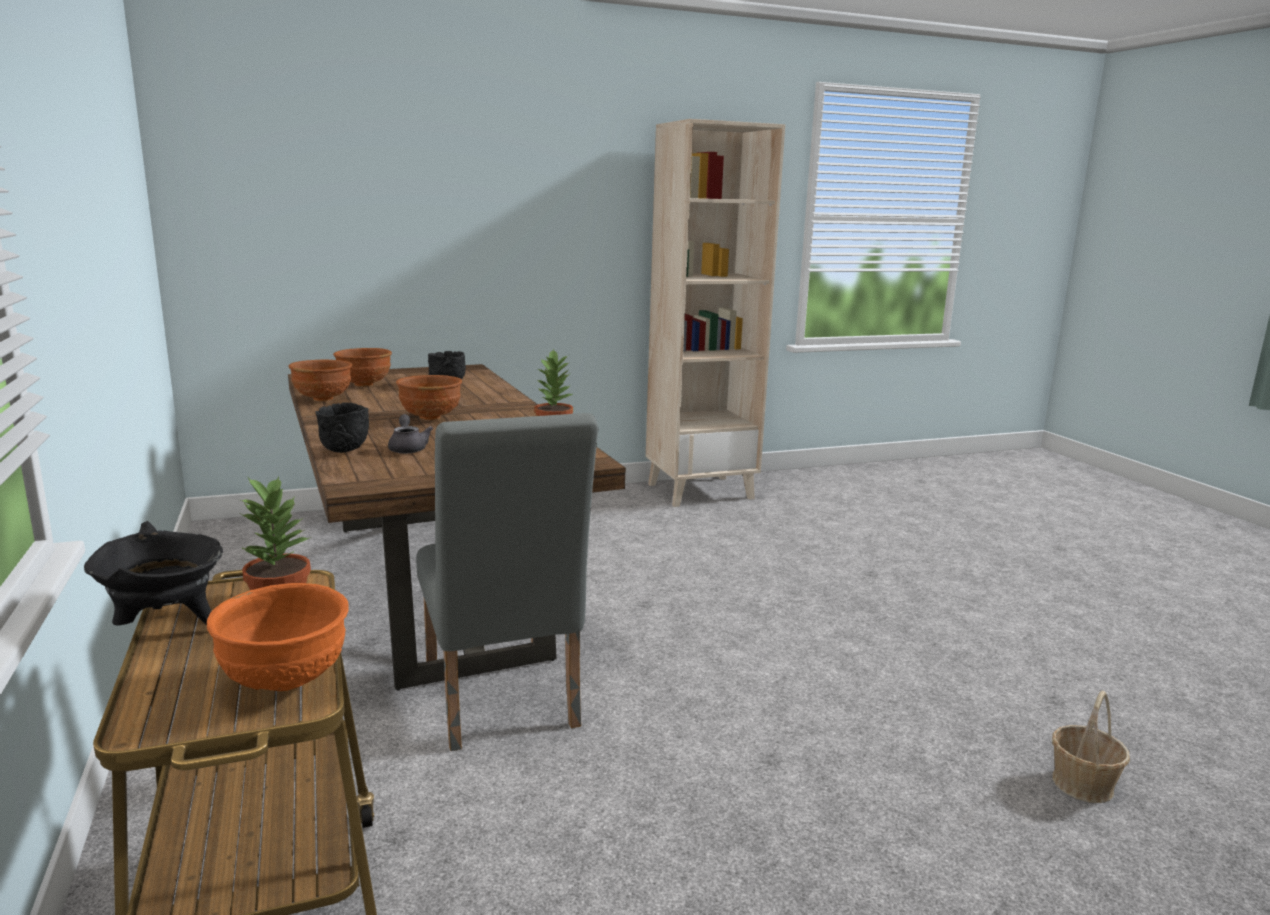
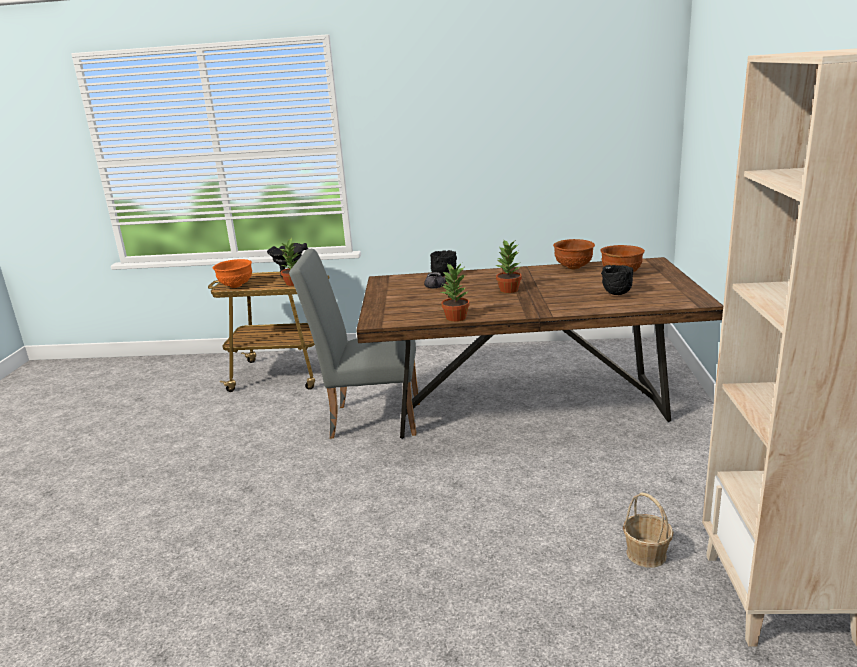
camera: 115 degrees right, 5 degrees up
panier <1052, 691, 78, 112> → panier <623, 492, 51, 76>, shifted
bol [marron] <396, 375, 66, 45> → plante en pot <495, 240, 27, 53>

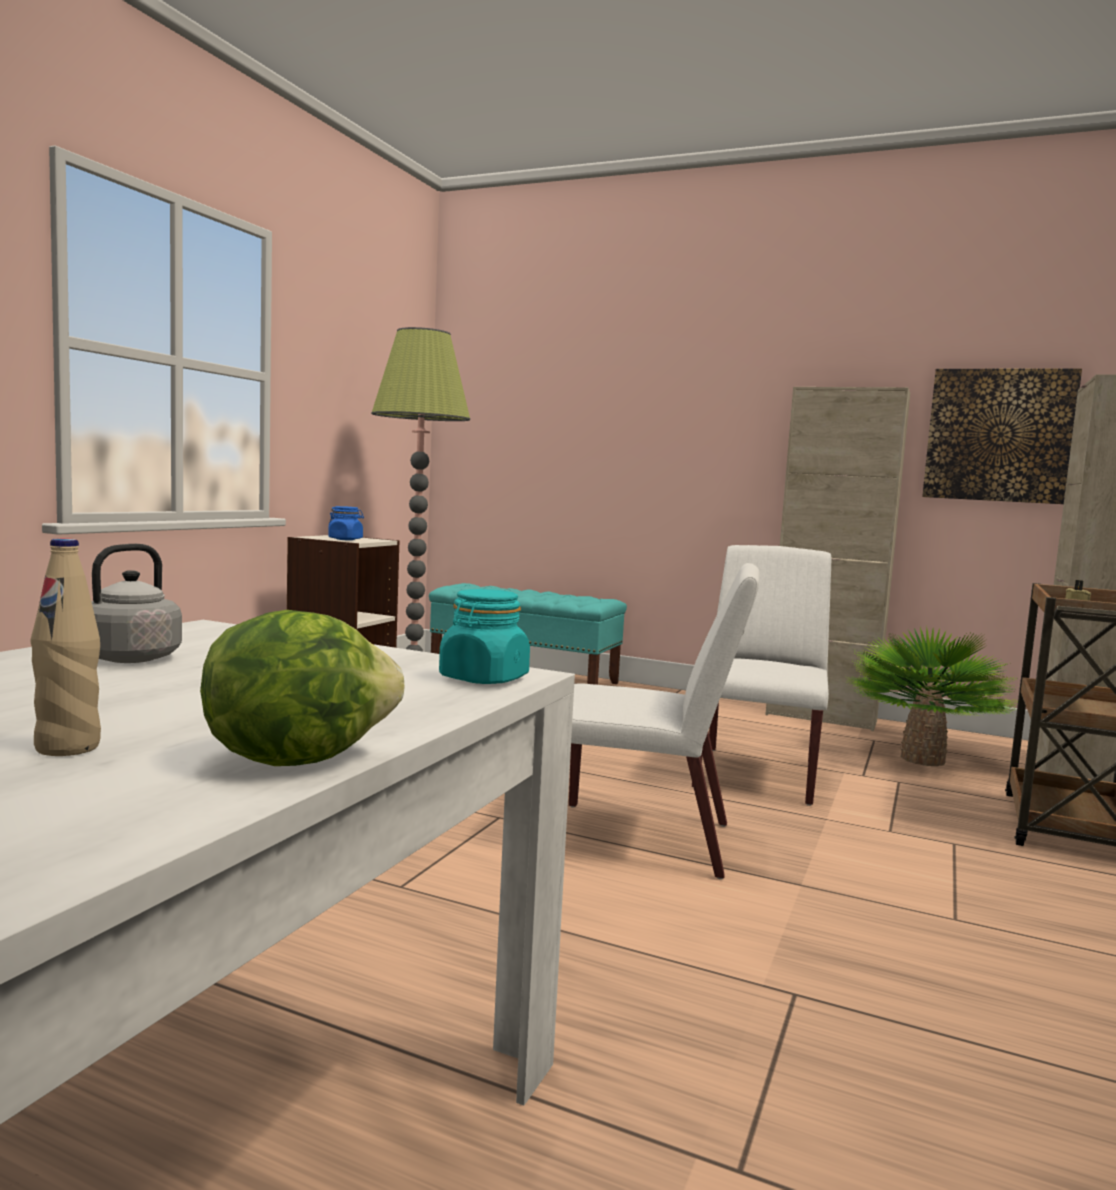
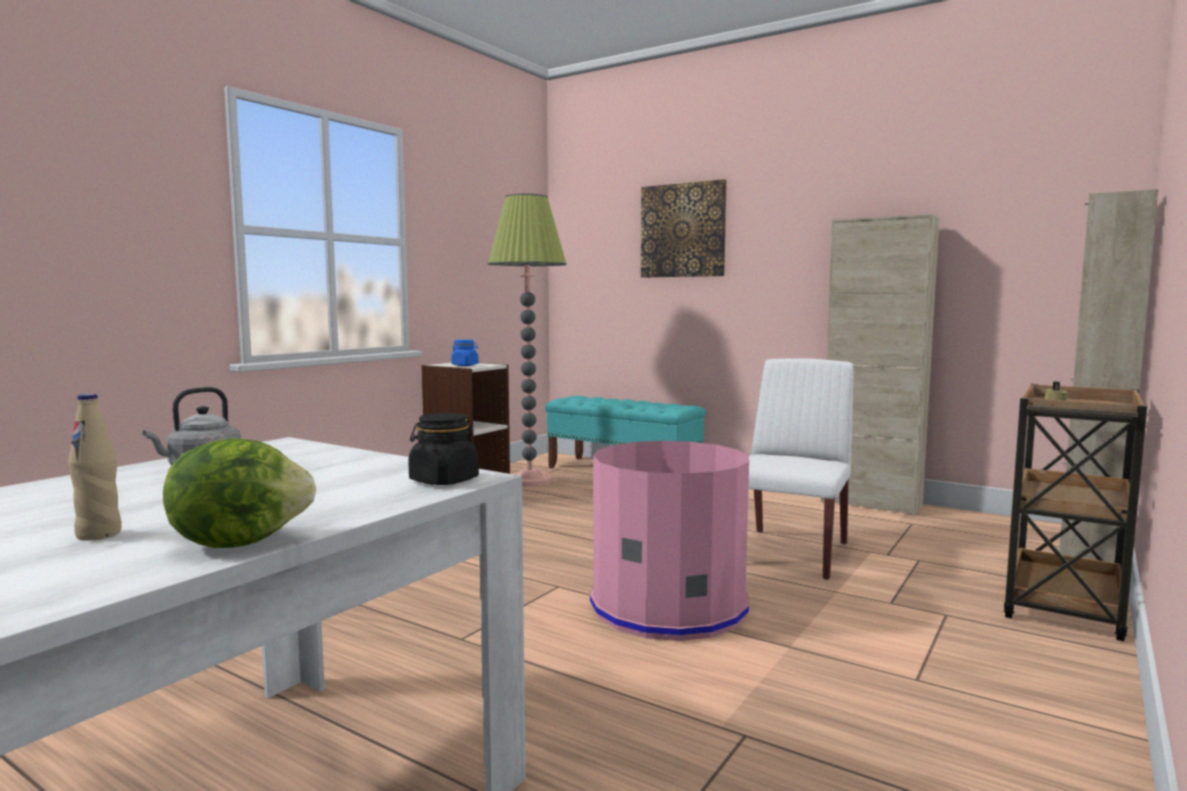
camera: 10 degrees right, 0 degrees up
plante en pot <847, 627, 170, 139> → -
tableau <922, 368, 160, 136> → tableau <641, 179, 86, 99>, shifted
chaise [blanc] <569, 563, 191, 316> → poubelle [rose] <590, 441, 159, 200>
bocal [turquoise] <439, 589, 91, 95> → bocal [noir] <408, 413, 71, 72>

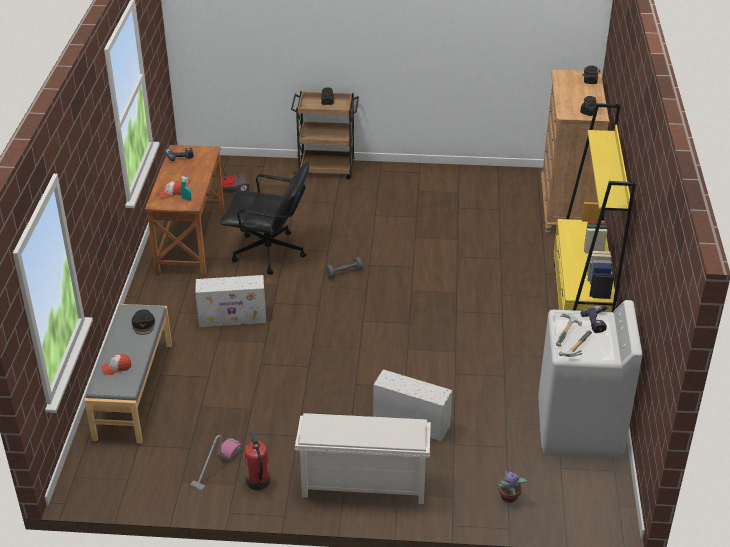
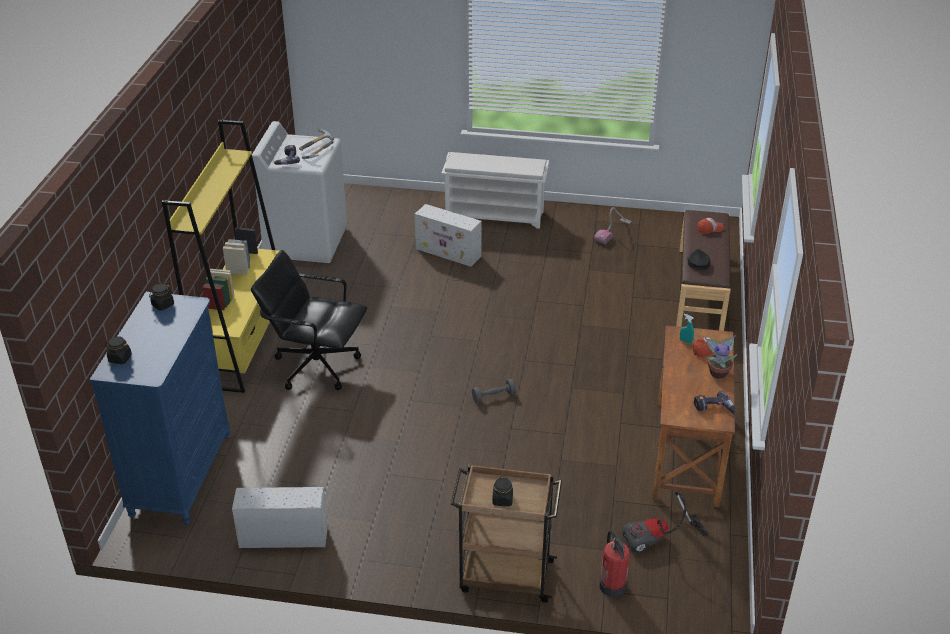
camera: 175 degrees left, 0 degrees up
boîte de rangement [blanc] <195, 275, 71, 52> → boîte de rangement [blanc] <232, 487, 96, 61>, shifted
chaise de bureau [noir] <220, 163, 89, 112> → chaise de bureau [noir] <251, 250, 116, 140>, shifted
extincteur <245, 425, 25, 65> → extincteur <599, 531, 31, 66>, shifted
plante en pot <496, 470, 34, 33> → plante en pot <705, 335, 32, 44>, shifted
banc [gris] <84, 304, 88, 139> → banc [marron] <676, 210, 54, 121>
commode [marron] <541, 70, 68, 164> → commode [bleu] <89, 292, 142, 233>

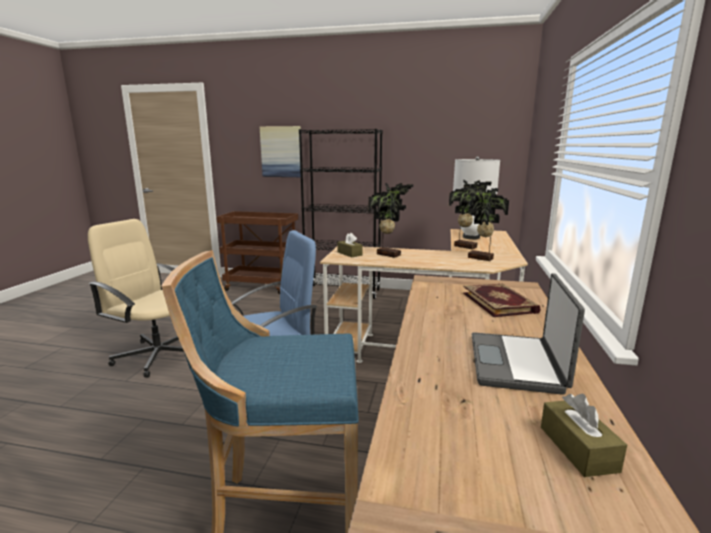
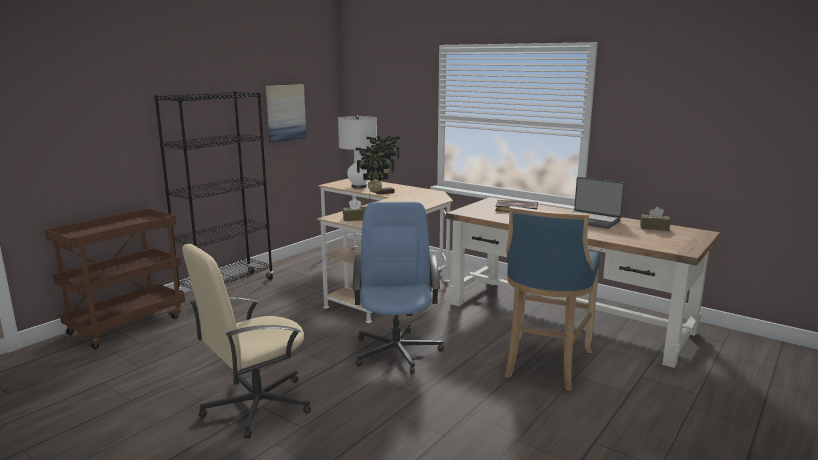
camera: 65 degrees left, 0 degrees up
plante en pot <463, 185, 46, 76> → -
tableau <259, 126, 42, 51> → tableau <266, 84, 40, 59>, shifted

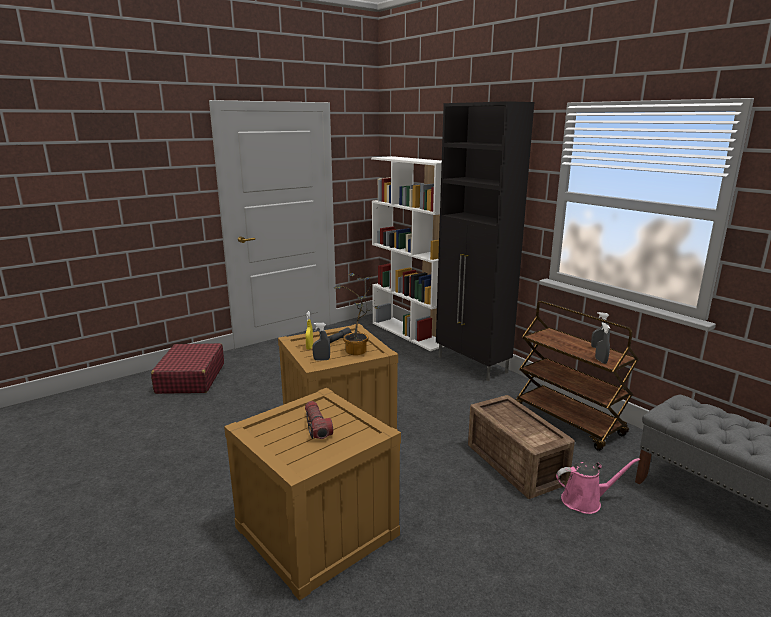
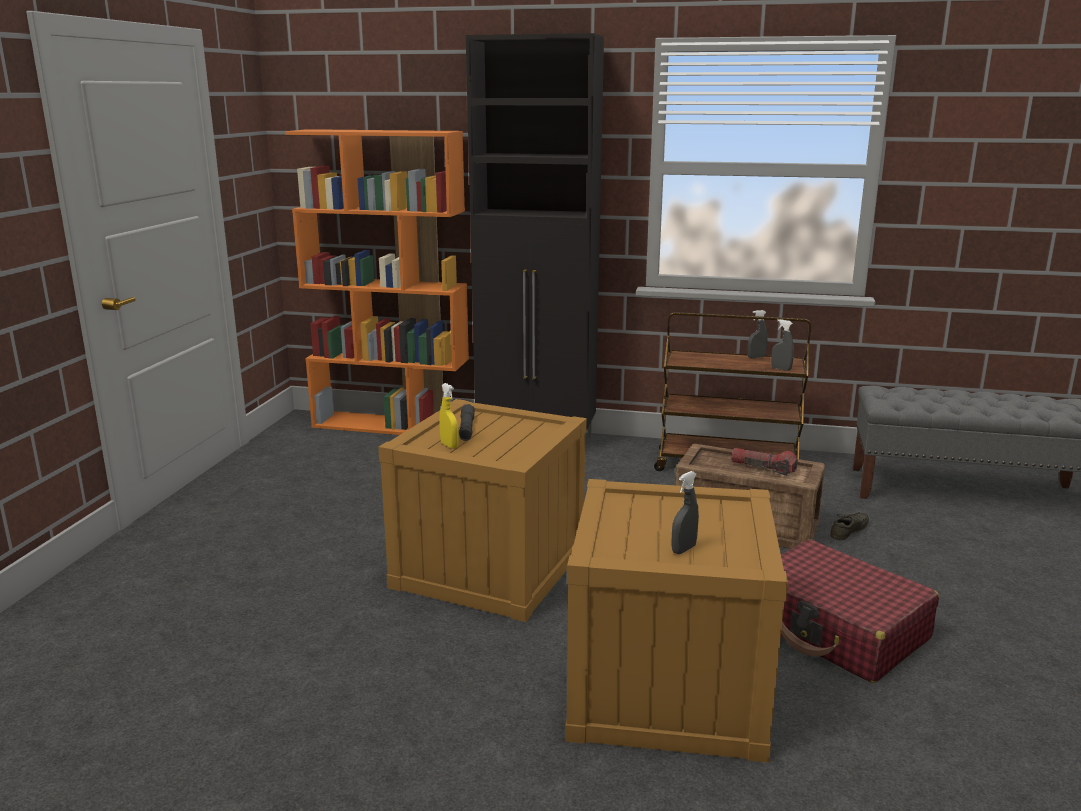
camera: 40 degrees left, 0 degrees up
plante en pot <334, 273, 46, 82> → -
valise [rouge] <151, 343, 73, 51> → valise [rouge] <781, 539, 158, 144>, shifted
lampe de poche <305, 401, 28, 38> → lampe de poche <731, 448, 67, 28>, shifted
vaporisateur [gris] <312, 323, 18, 38> → vaporisateur [gris] <672, 471, 27, 83>, shifted
arrosoir [rose] <556, 458, 84, 56> → chaussure [gris] <830, 512, 39, 28>
bibliothèque [blanc] <371, 156, 74, 195> → bibliothèque [orange] <285, 129, 184, 306>

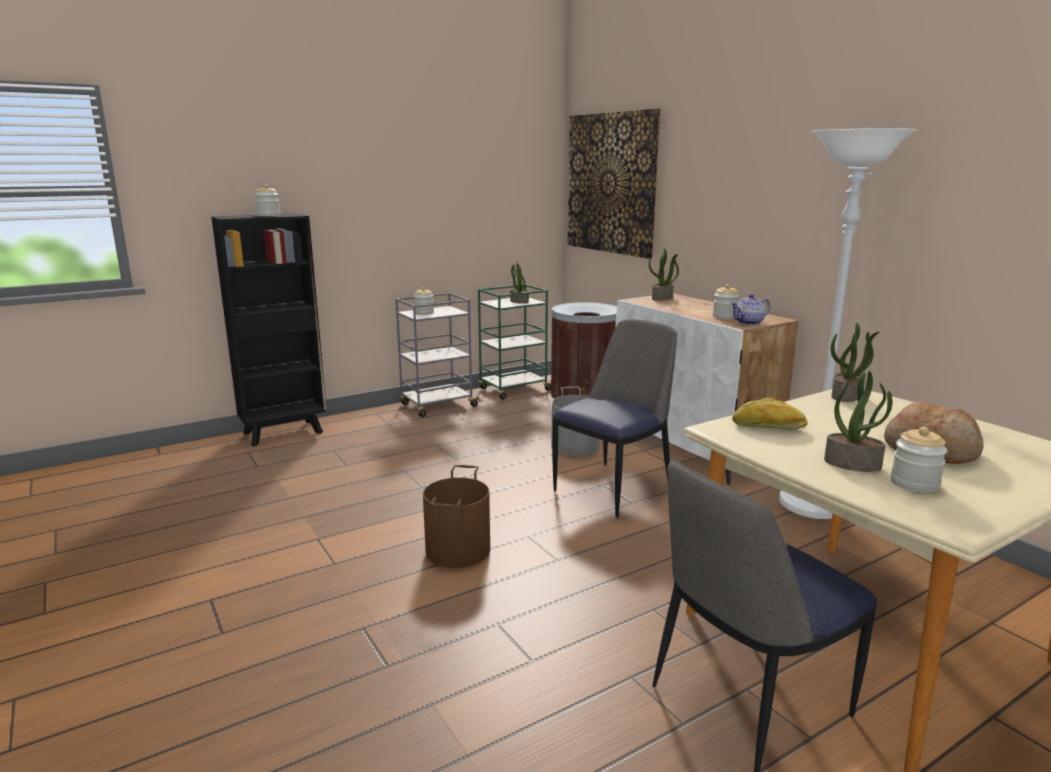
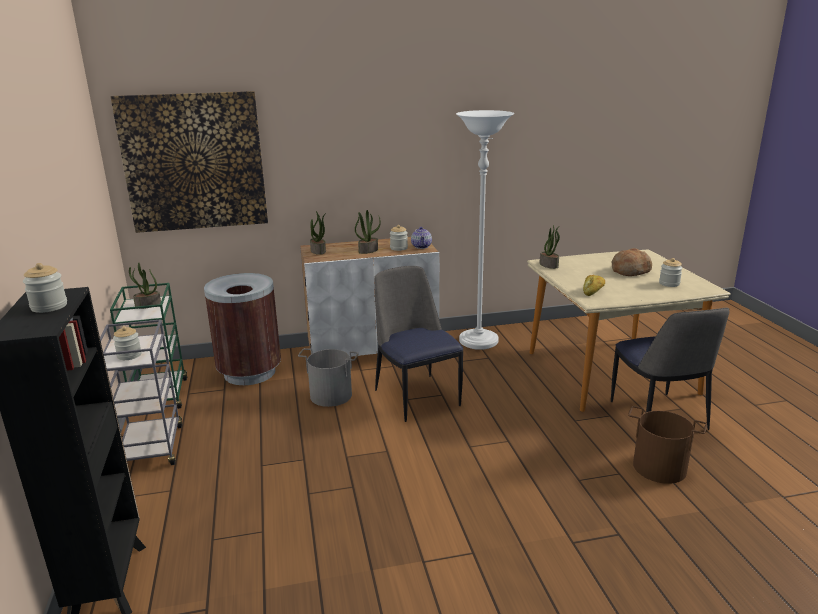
camera: 70 degrees left, 5 degrees up
seau [marron] <423, 465, 67, 103> → seau [marron] <628, 406, 79, 78>, shifted
plante en pot <824, 371, 68, 101> → plante en pot <355, 210, 26, 44>, shifted

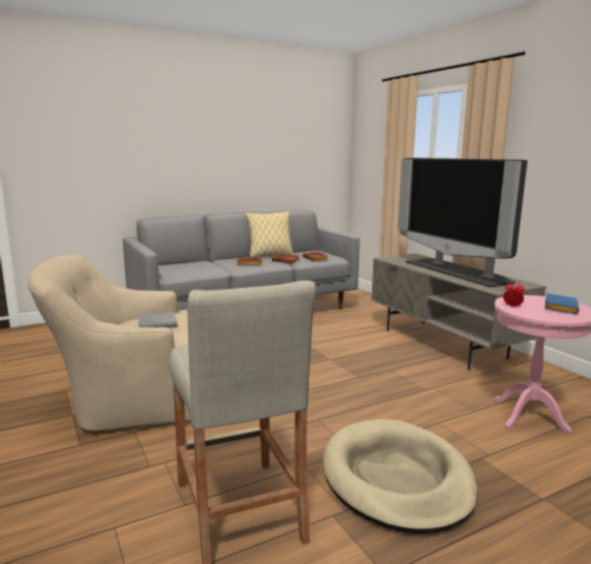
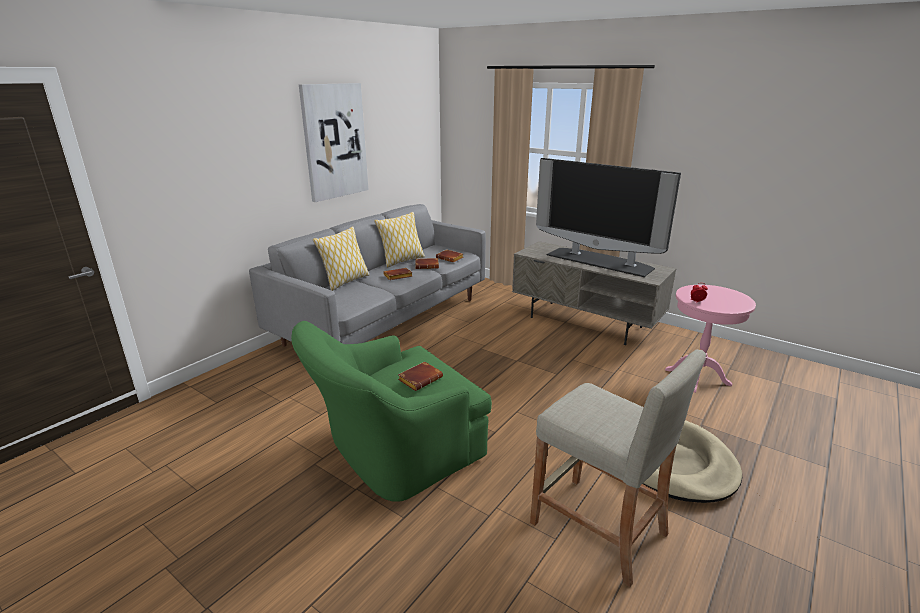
camera: 25 degrees left, 10 degrees up
livre [bleu] <545, 293, 34, 21> → -
- → tableau <299, 83, 69, 119>
- → coussin <312, 226, 58, 65>
fauteuil [beige] <27, 254, 164, 177> → fauteuil [vert] <291, 321, 201, 181>
livre [gris] <138, 312, 39, 16> → livre [marron] <398, 362, 45, 29>

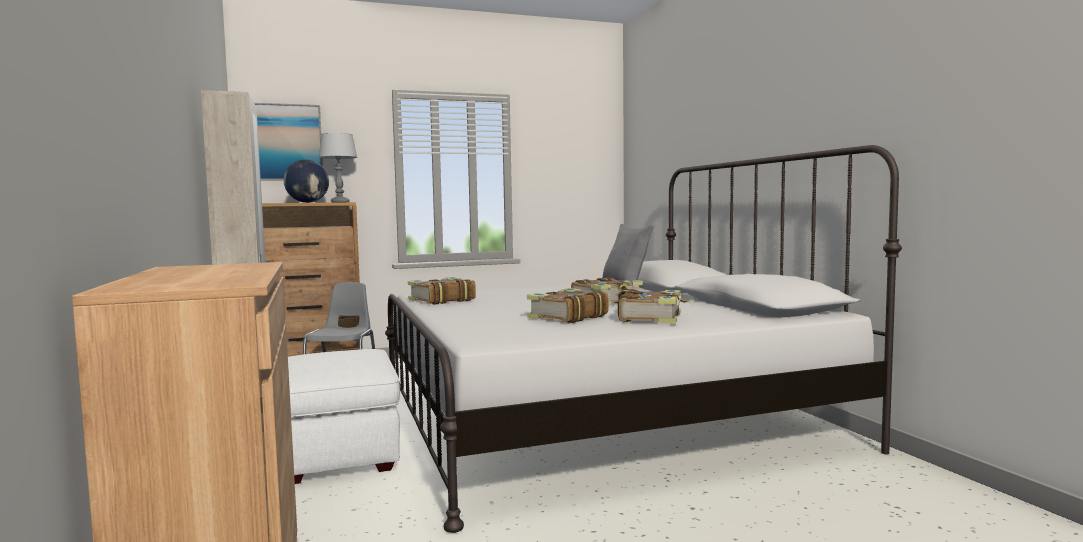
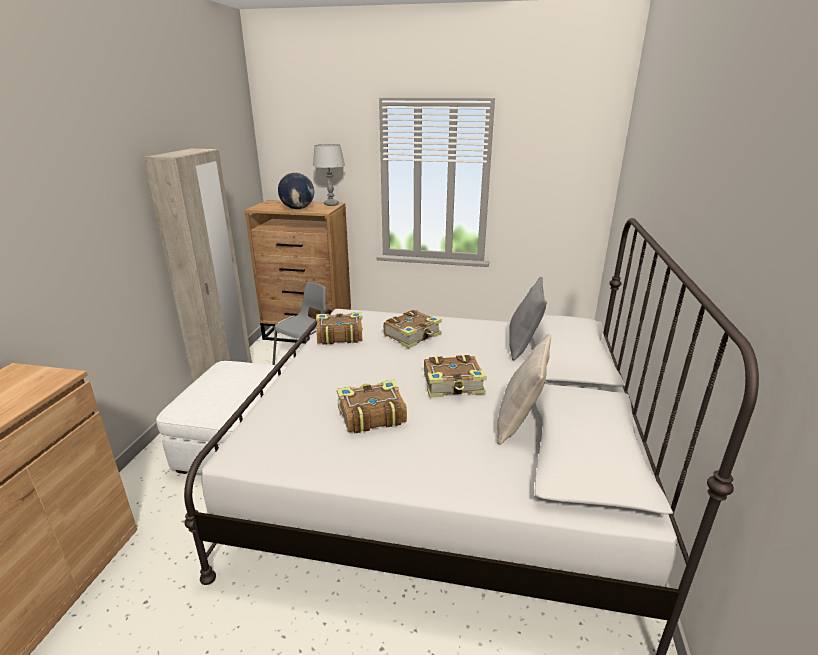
camera: 30 degrees right, 20 degrees up
tableau <254, 103, 69, 78> → -
- → coussin [beige] <497, 334, 54, 111>
livre <618, 289, 73, 35> → livre <383, 310, 59, 38>, shifted

